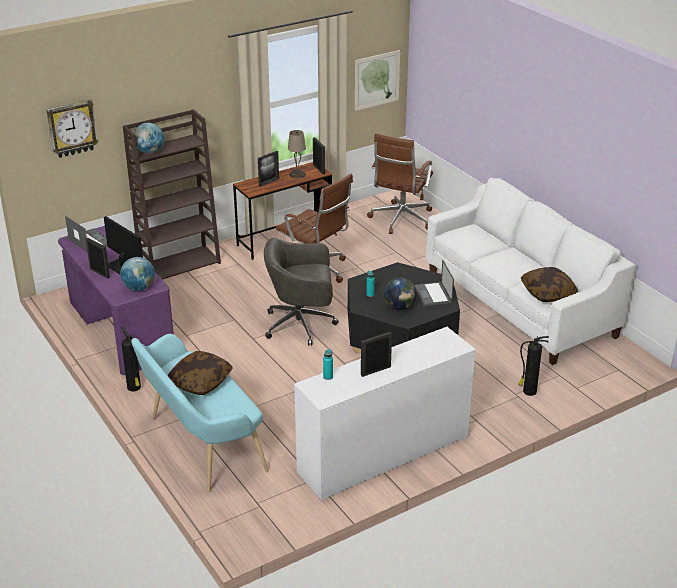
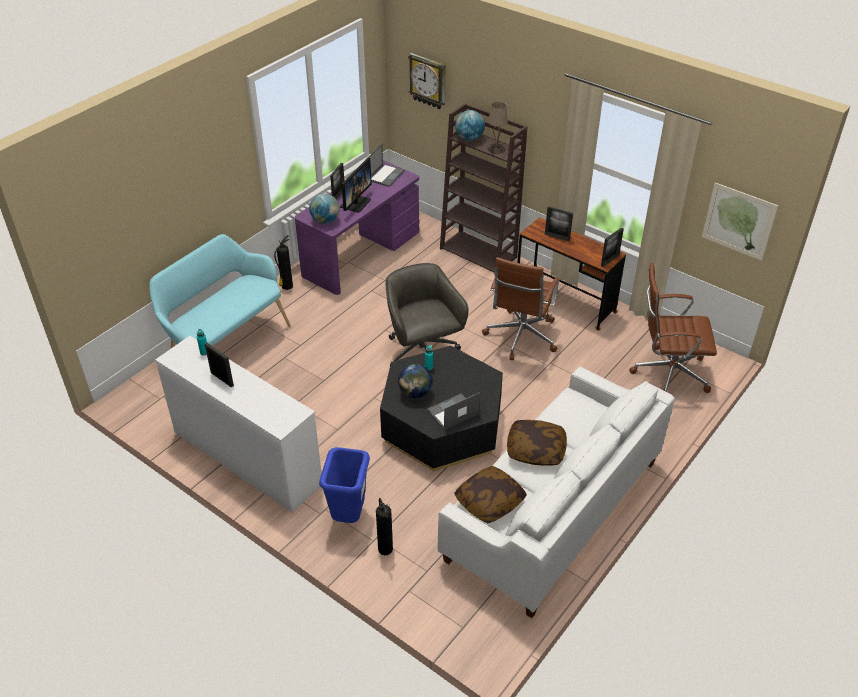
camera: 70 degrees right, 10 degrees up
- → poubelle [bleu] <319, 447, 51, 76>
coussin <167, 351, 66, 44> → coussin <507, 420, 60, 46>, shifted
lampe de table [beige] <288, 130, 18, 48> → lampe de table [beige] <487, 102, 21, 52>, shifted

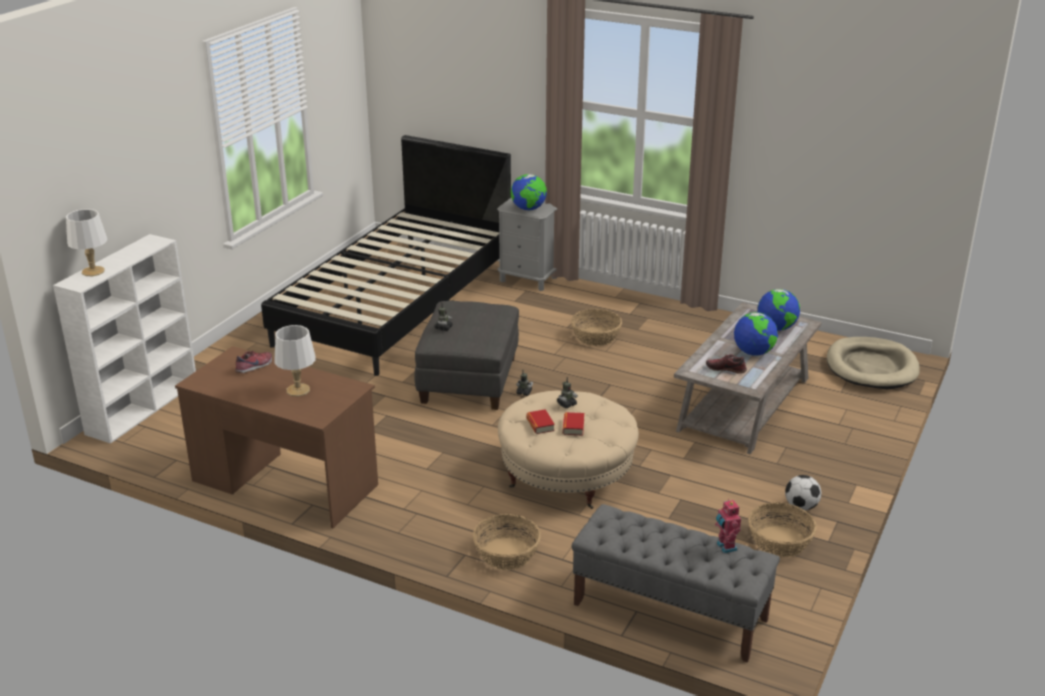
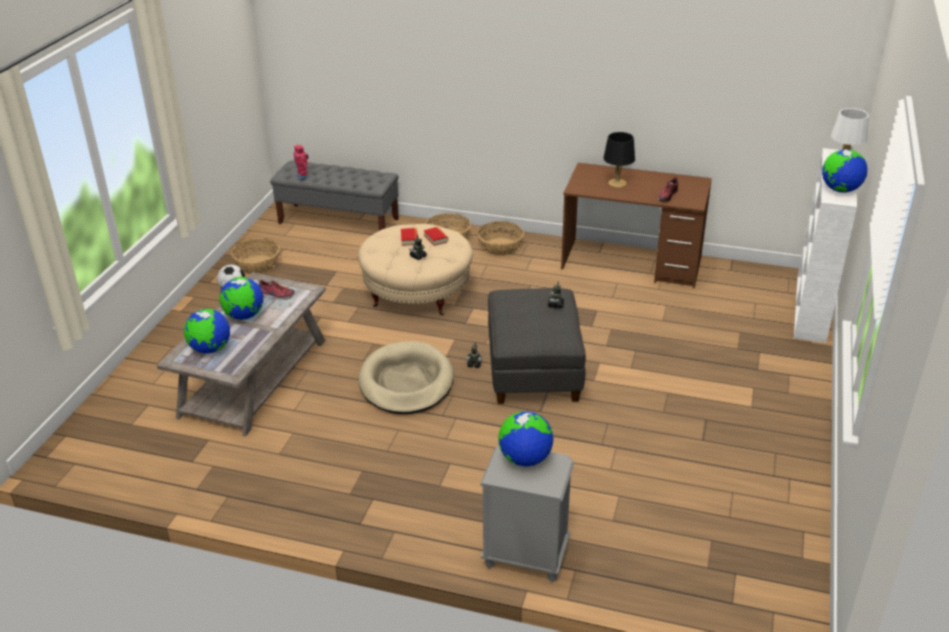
camera: 170 degrees right, 5 degrees up
lit [noir] <261, 135, 250, 241> → -
- → globe <822, 149, 46, 44>
panier <571, 309, 51, 37> → panier <477, 221, 47, 35>, shifted
panier pour chien [beige] <827, 337, 93, 52> → panier pour chien [beige] <359, 341, 95, 73>, shifted
lampe de table [blanc] <274, 325, 42, 72> → lampe de table [noir] <604, 132, 31, 56>

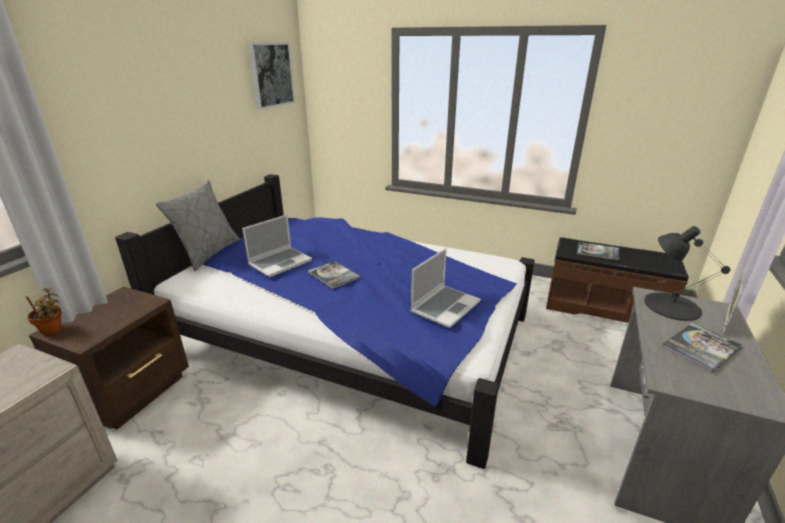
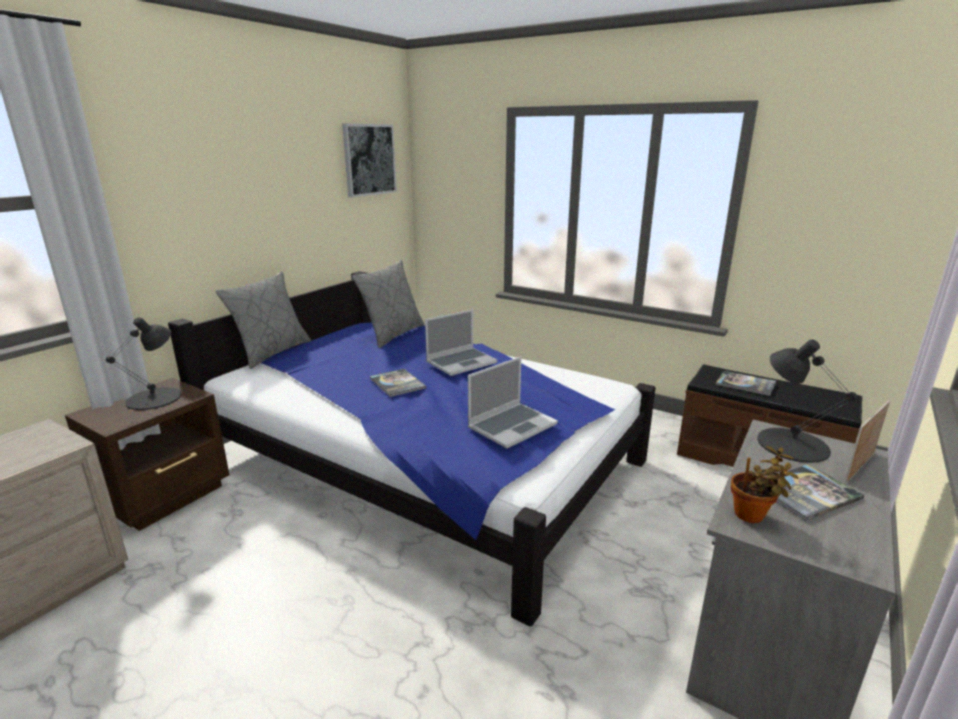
camera: 10 degrees right, 5 degrees down
- → lampe de table [noir] <106, 317, 76, 93>
- → coussin [gris] <352, 260, 73, 88>
plante en pot <26, 288, 36, 47> → plante en pot <731, 446, 68, 77>, shifted
ordinateur portable <242, 215, 70, 62> → ordinateur portable <425, 309, 72, 67>, shifted

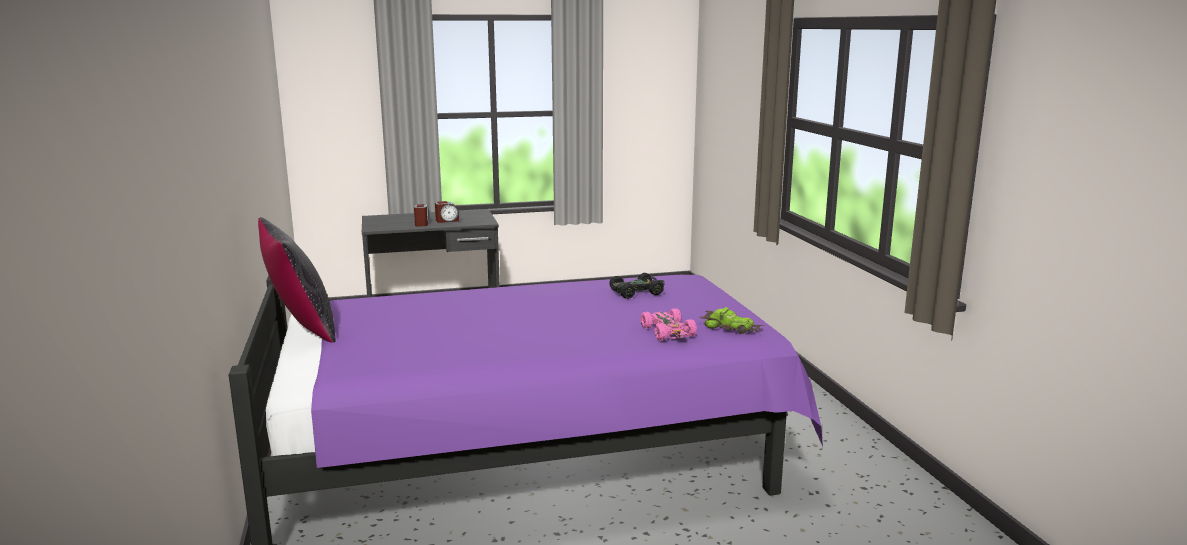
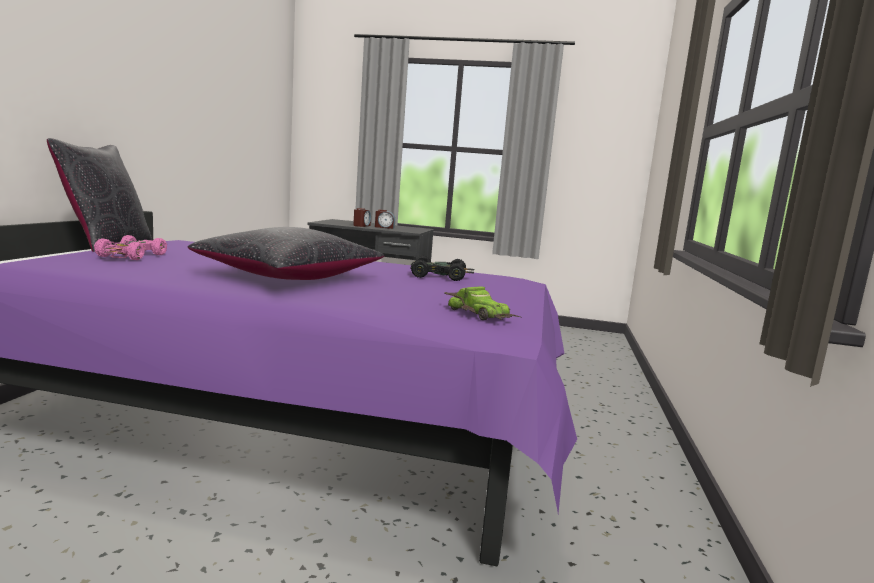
camera: 25 degrees right, 5 degrees down
- → coussin [noir] <188, 227, 197, 53>
petite voiture [rose] <641, 308, 56, 33> → petite voiture [rose] <94, 235, 73, 25>, shifted

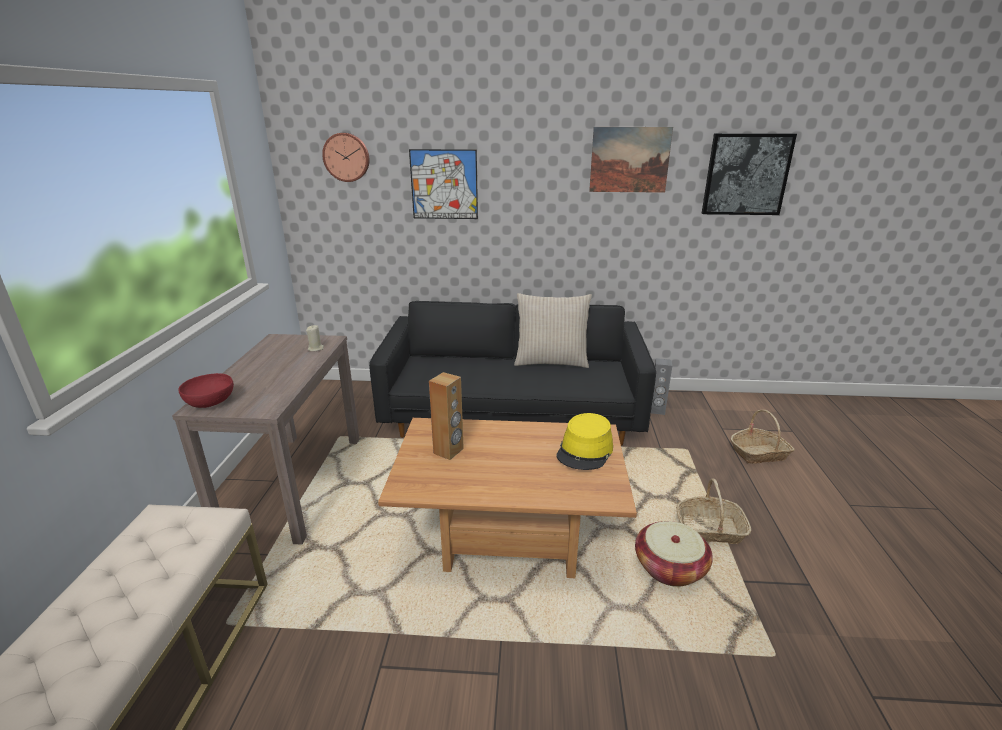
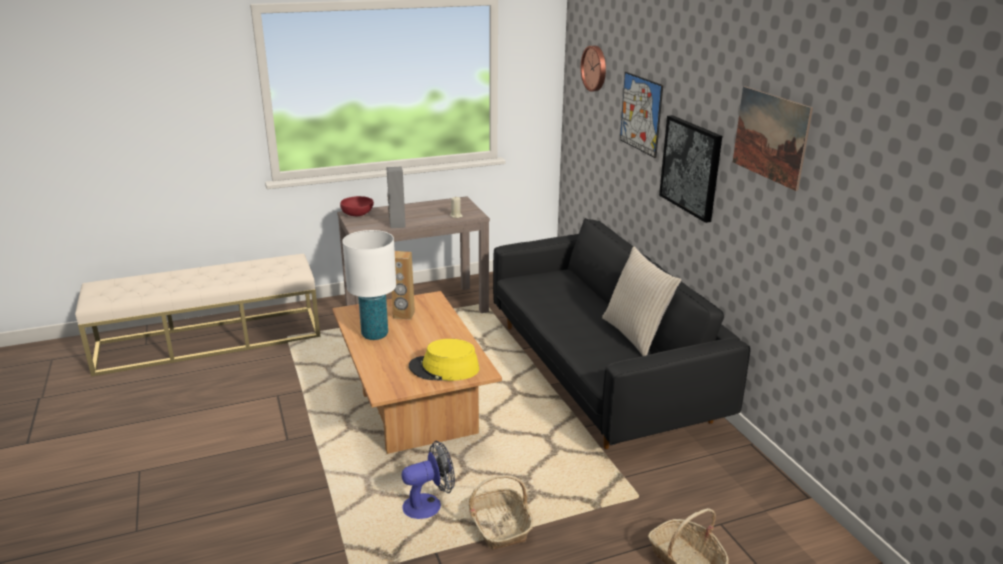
camera: 65 degrees right, 0 degrees up
- → lampe de table [blanc] <342, 230, 54, 110>
enceinte [gris] <651, 358, 21, 57> → enceinte [gris] <386, 166, 20, 62>, shifted
tableau <702, 133, 95, 82> → tableau <659, 115, 63, 108>, shifted
panier <635, 521, 78, 66> → ventilateur <402, 441, 53, 78>

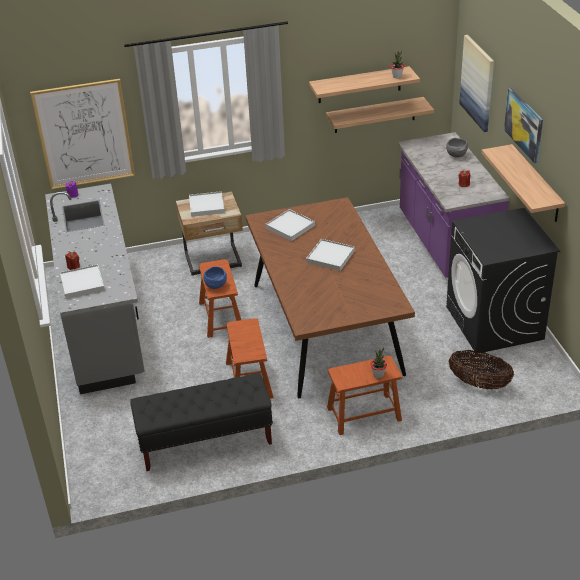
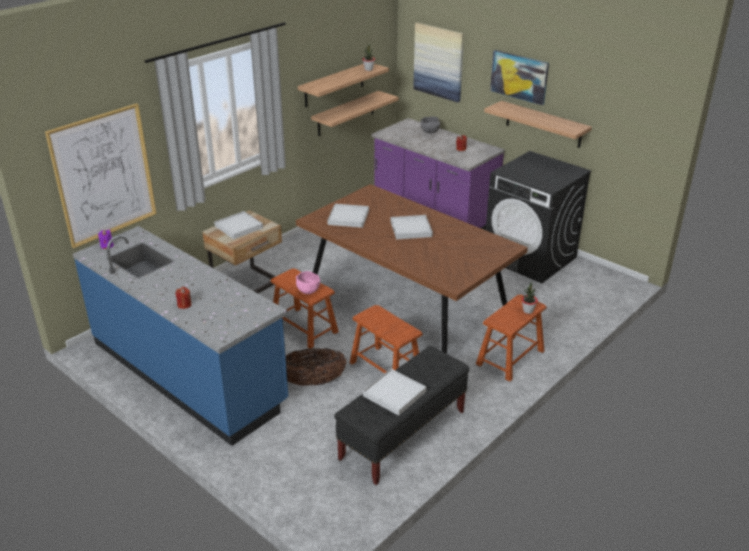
camera: 35 degrees left, 5 degrees down
plateau [blanc] <60, 264, 45, 35> → plateau [blanc] <363, 369, 64, 47>, shifted
panier <449, 350, 65, 39> → panier <285, 348, 61, 38>, shifted
comptoir de cuisine [gris] <45, 184, 100, 210> → comptoir de cuisine [bleu] <73, 226, 215, 220>
bol [bleu] <203, 267, 24, 22> → bol [rose] <296, 271, 24, 23>

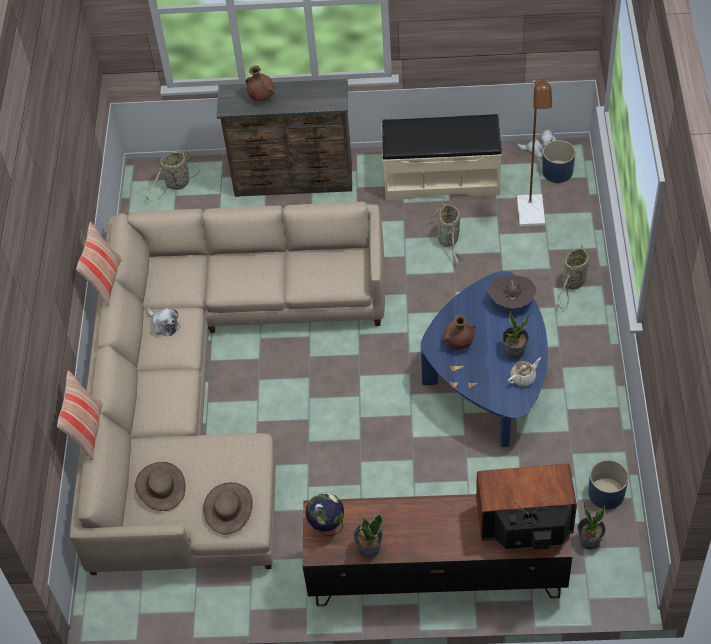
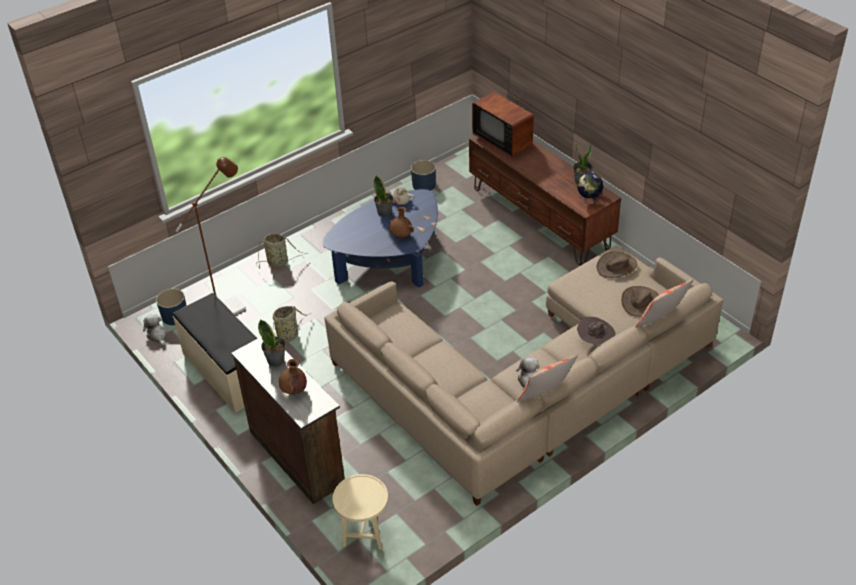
camera: 130 degrees left, 10 degrees down
chapeau [marron] <488, 275, 49, 34> → chapeau [marron] <577, 317, 39, 28>, shifted
plante en pot <577, 504, 29, 46> → plante en pot <258, 319, 28, 48>, shifted
panier <146, 150, 54, 52> → table d'appoint [beige] <332, 474, 56, 76>

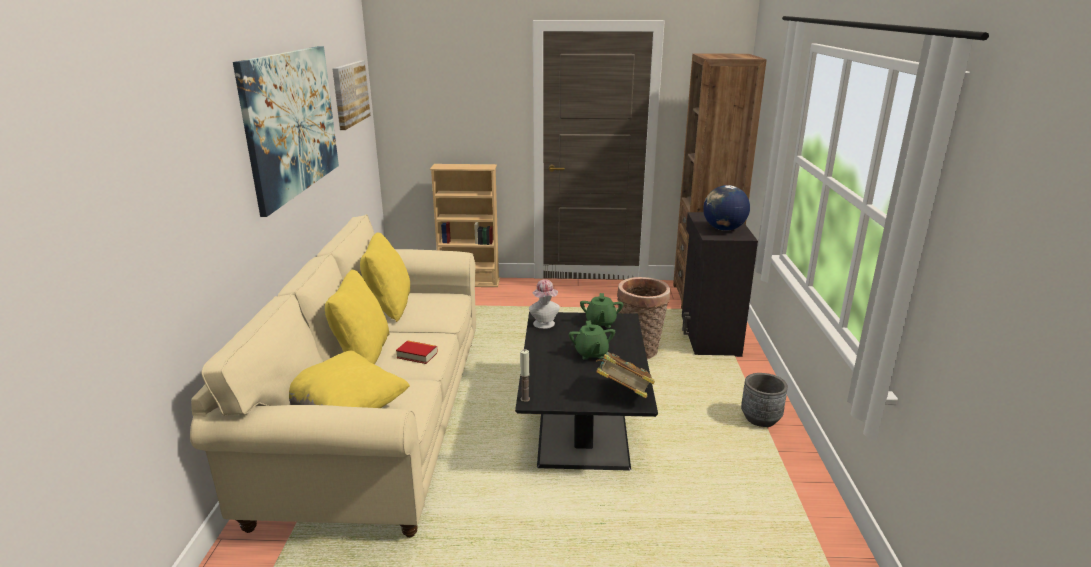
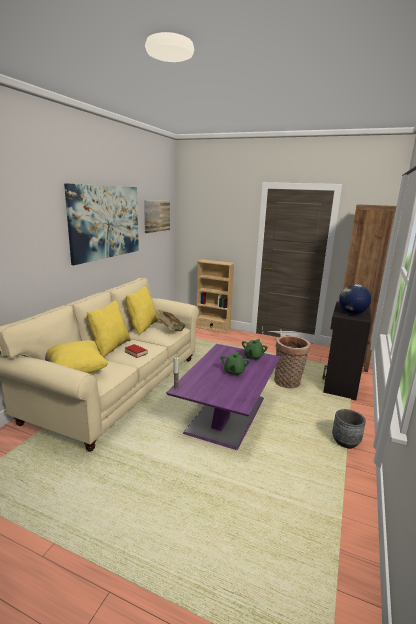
camera: 20 degrees right, 5 degrees down
chapeau <529, 279, 31, 50> → -
livre <596, 352, 59, 46> → livre <155, 310, 30, 21>, shifted
table basse [noir] <515, 312, 143, 159> → table basse [violet] <166, 344, 115, 106>

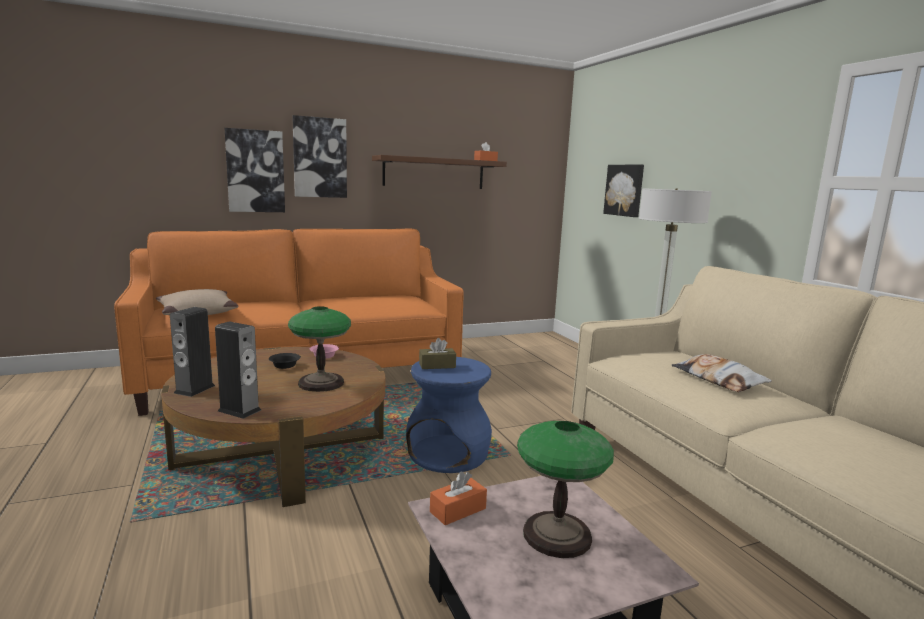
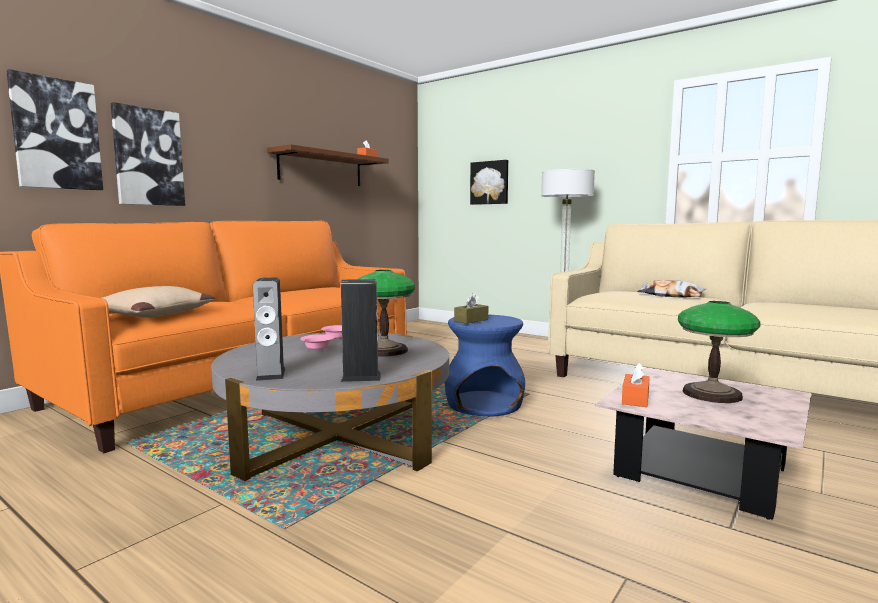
camera: 30 degrees left, 5 degrees down
tableau <292, 115, 55, 83> → tableau <6, 69, 97, 121>, shifted
table basse [marron] <161, 347, 224, 160> → table basse [gris] <211, 332, 238, 149>
bol [noir] <269, 353, 32, 16> → bol [rose] <300, 334, 35, 15>

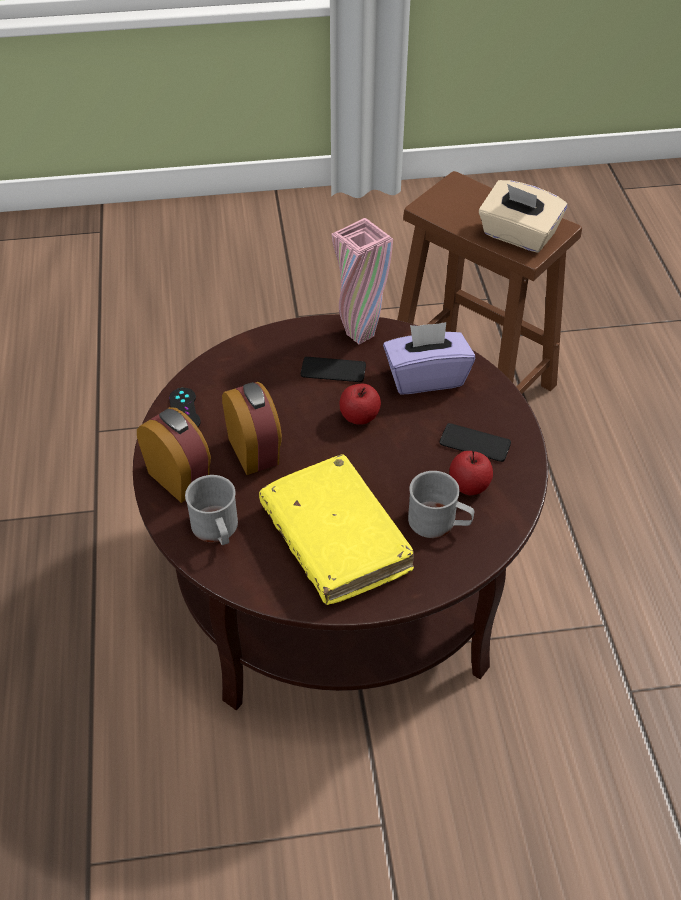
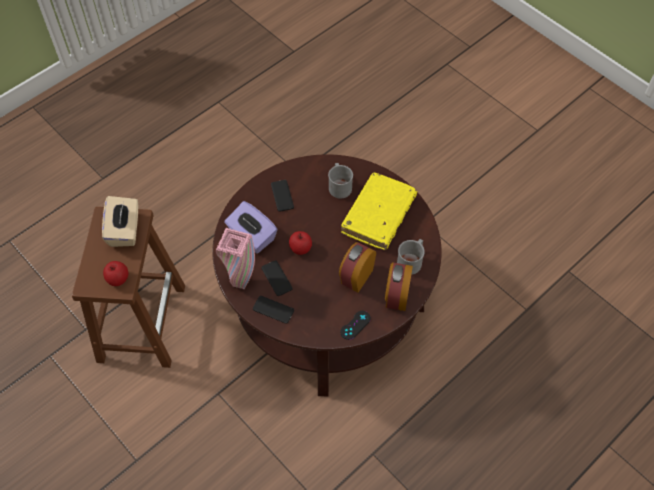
camera: 125 degrees left, 10 degrees up
- → téléphone <253, 296, 41, 28>
pomme <449, 451, 44, 44> → pomme <103, 261, 25, 25>, shifted

